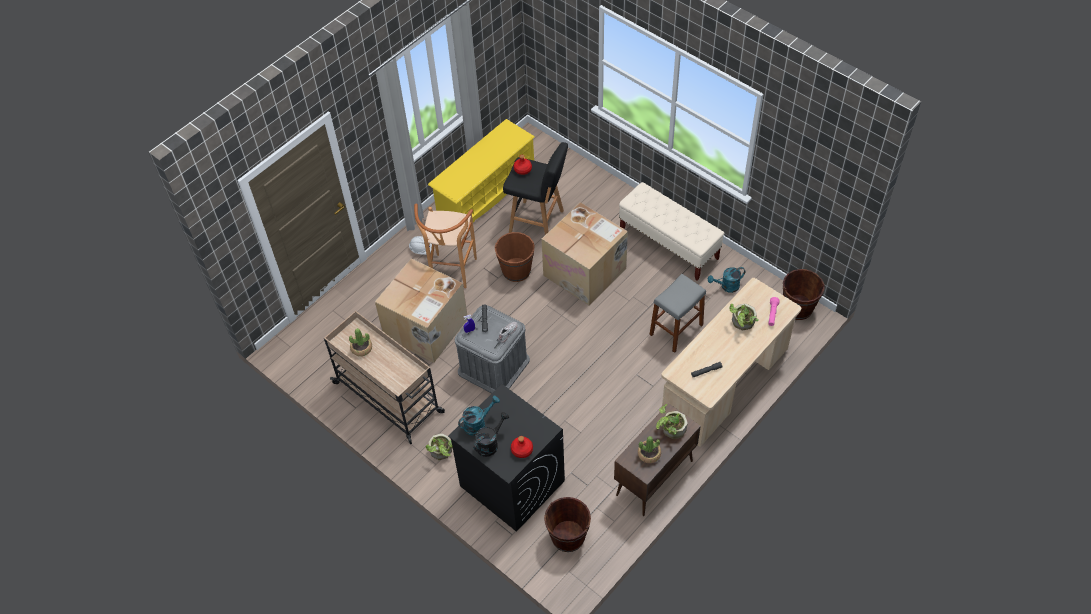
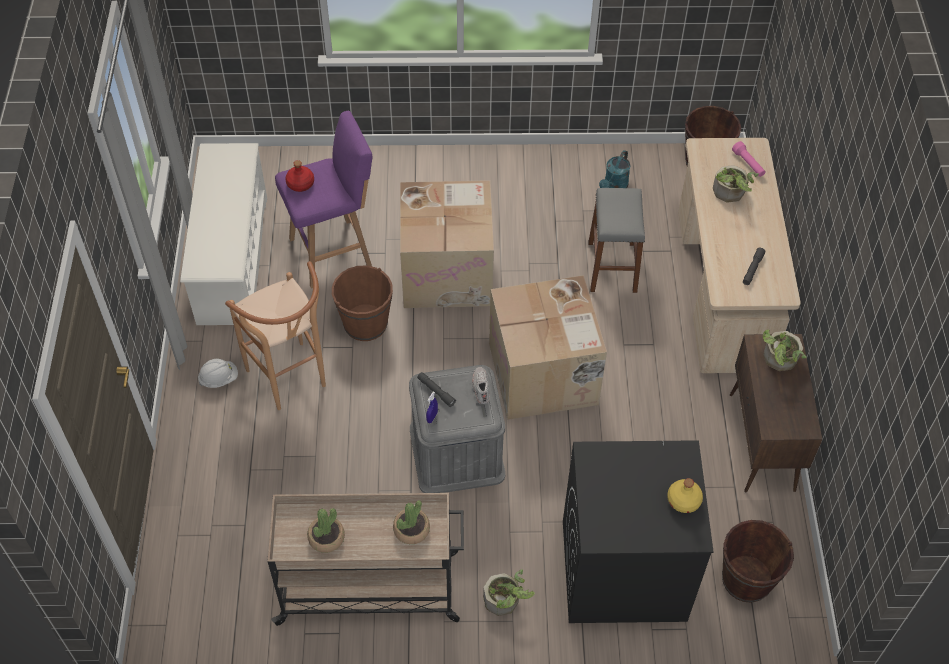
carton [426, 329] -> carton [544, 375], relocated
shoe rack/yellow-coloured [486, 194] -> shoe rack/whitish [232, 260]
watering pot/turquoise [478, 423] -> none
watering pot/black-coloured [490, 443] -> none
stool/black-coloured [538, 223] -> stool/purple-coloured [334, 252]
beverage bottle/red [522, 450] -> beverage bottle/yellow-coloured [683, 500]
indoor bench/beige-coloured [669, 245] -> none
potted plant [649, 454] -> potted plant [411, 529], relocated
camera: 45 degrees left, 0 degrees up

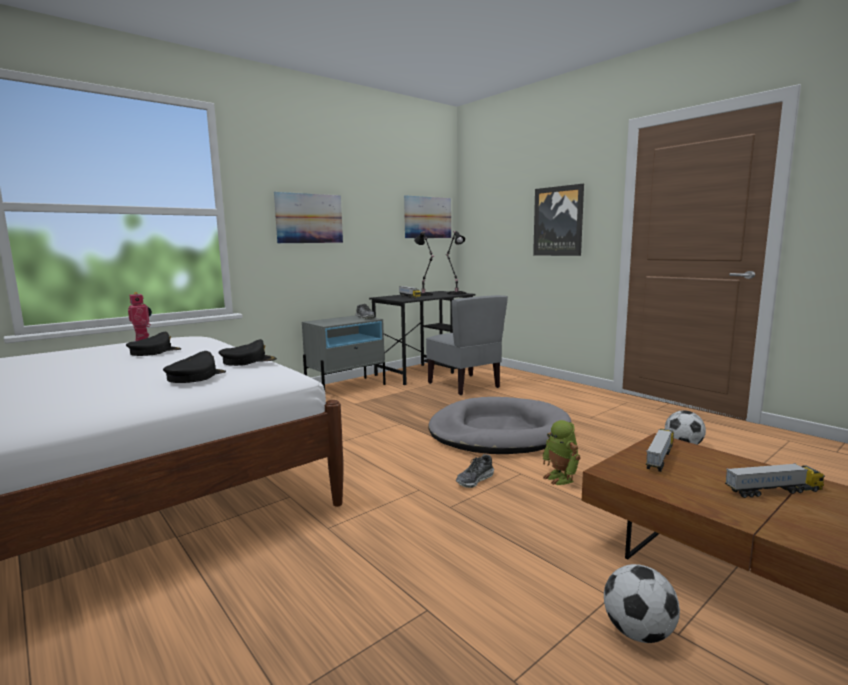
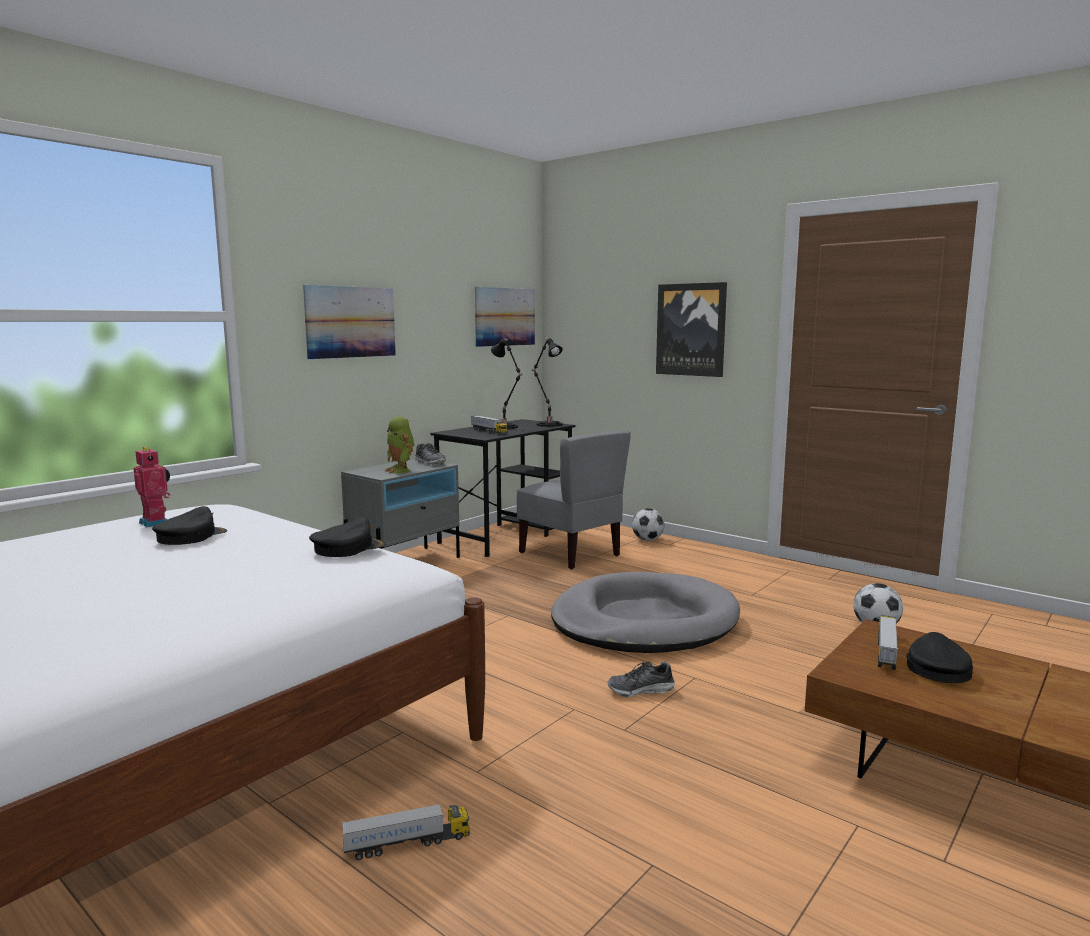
cap/black-coloured [195, 376] -> cap/black-coloured [936, 668], relocated
shoe [475, 480] -> shoe [641, 690], 45 degrees clockwise
model robot [561, 478] -> model robot [401, 470], relocated
football ball [638, 632] -> football ball [647, 540], relocated
toy lorry [773, 491] -> toy lorry [407, 844], relocated
camera: 10 degrees left, 0 degrees up

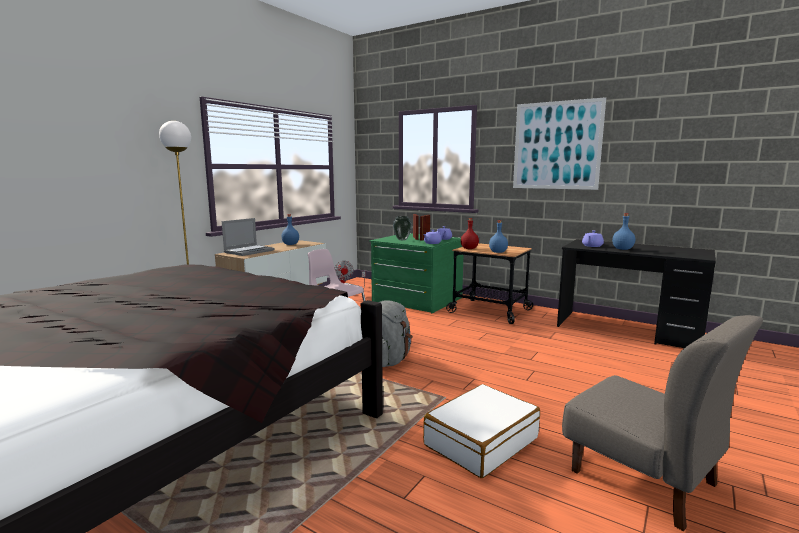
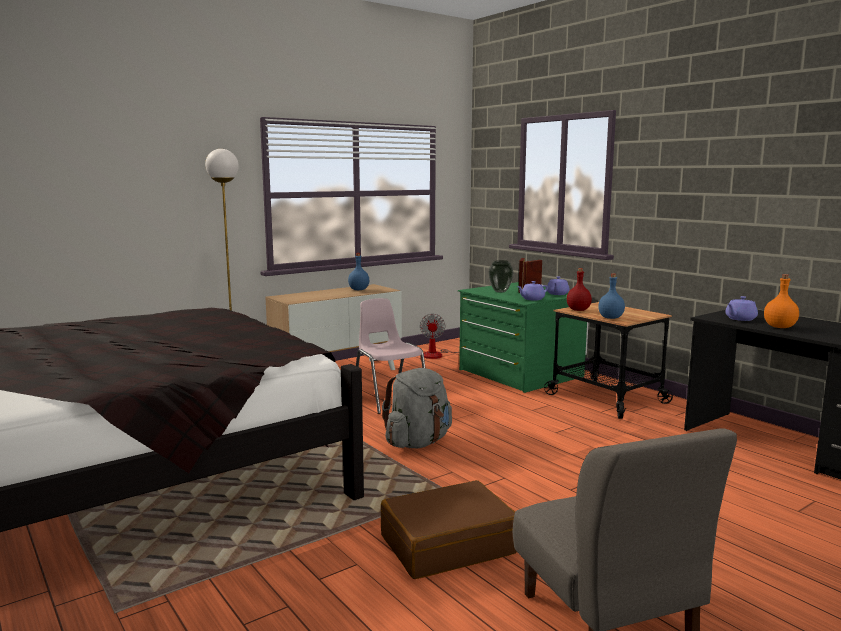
laptop [249, 251] -> none
travel case/whitish [480, 441] -> travel case/brown [447, 544]
wall picture [556, 145] -> none
beverage bottle/bluish [622, 249] -> beverage bottle/orangey [779, 327]
camera: 20 degrees right, 0 degrees up

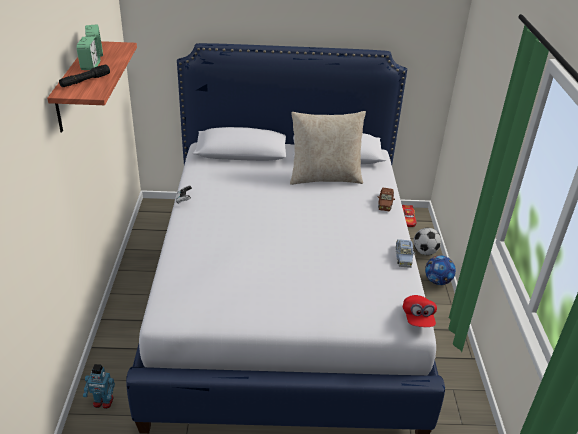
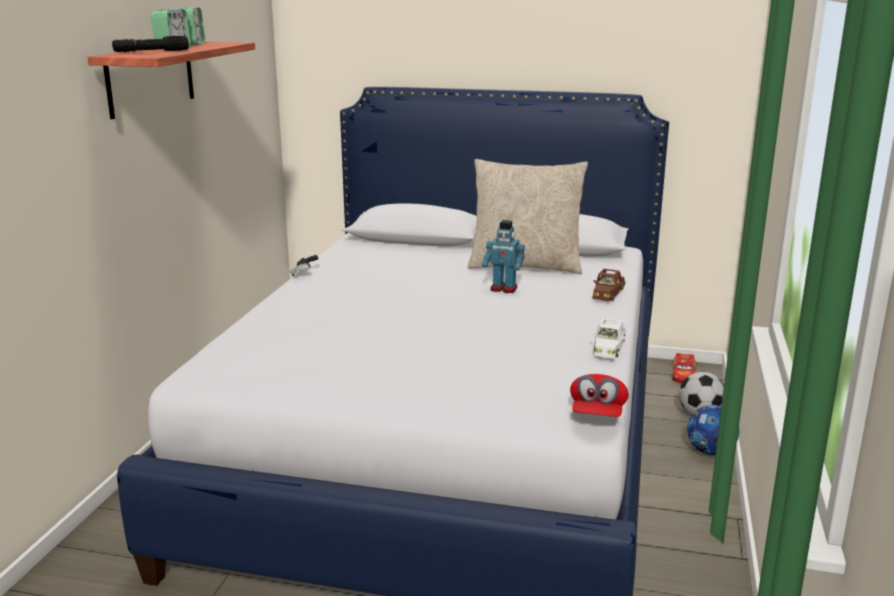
model robot [103, 402] -> model robot [503, 289], relocated
toy car/bluish [403, 256] -> toy car/whitish [608, 348]
camera: 15 degrees right, 15 degrees down

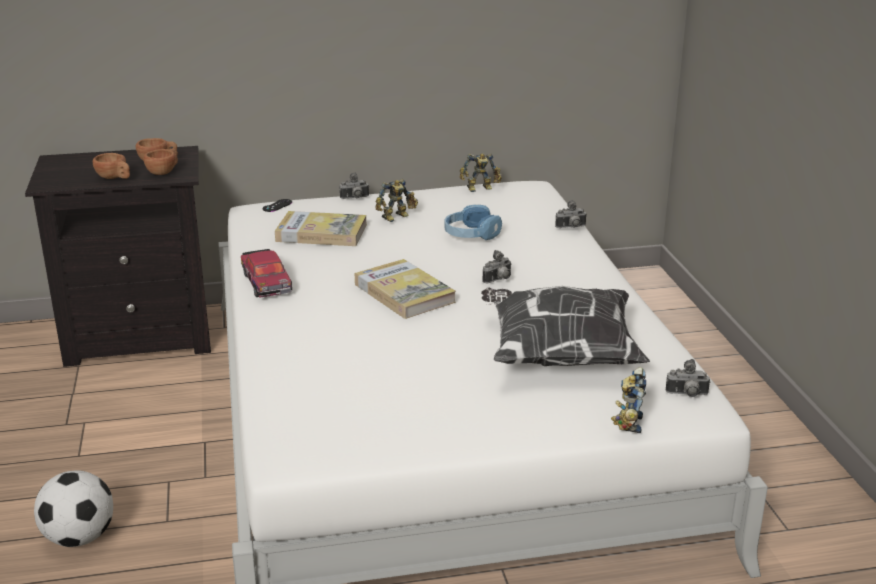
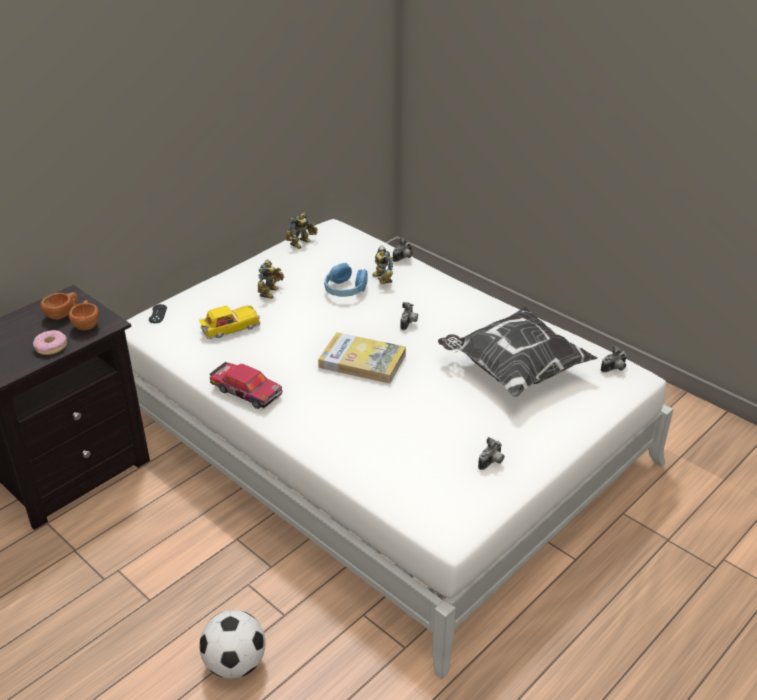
cup/brown [115, 178] -> donut [51, 347]
volume [321, 233] -> toy car [229, 328]
photo camera [355, 198] -> photo camera [492, 463], relocated
model robot [627, 423] -> model robot [381, 279], relocated
camera: 35 degrees left, 10 degrees up

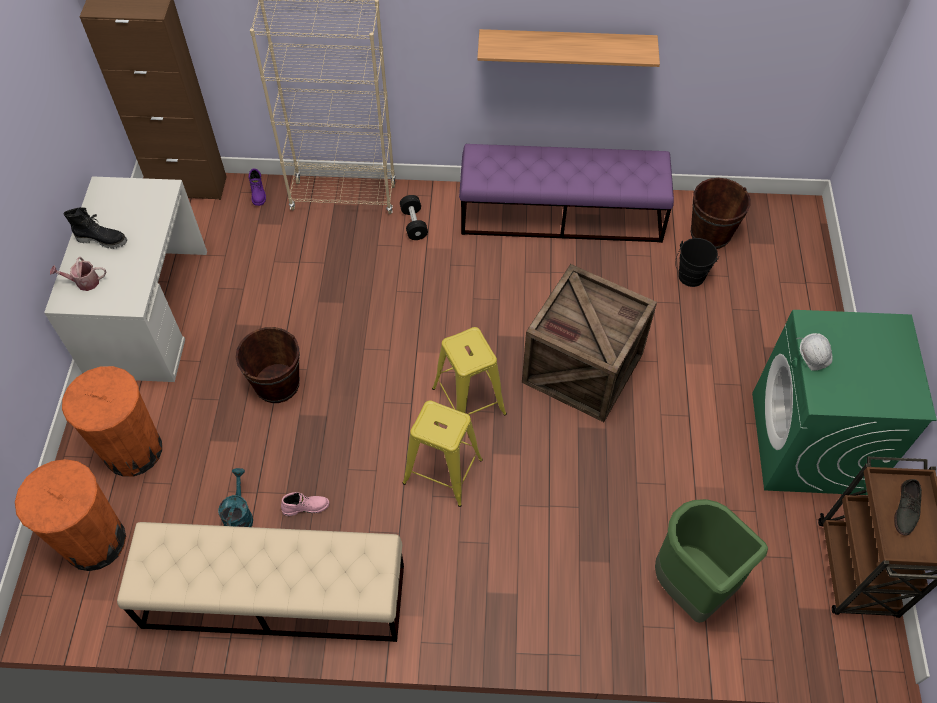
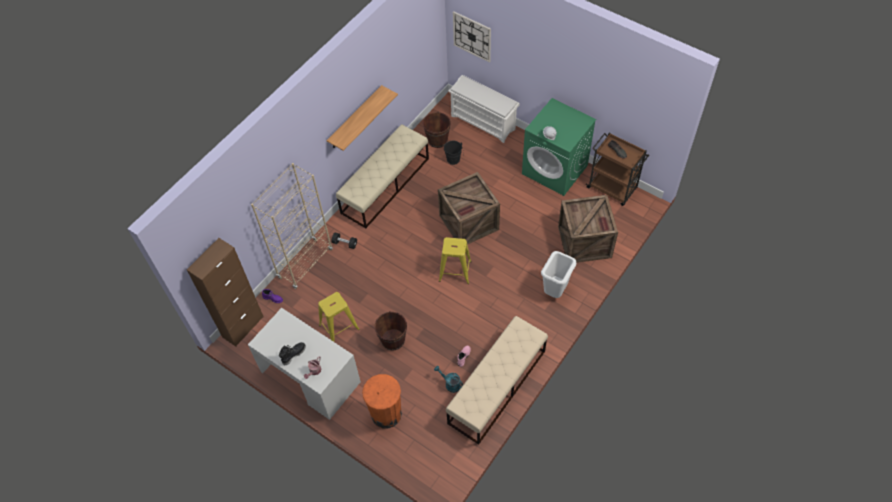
rubbish bin/orangey [95, 541] -> none
stool/yellow-coloured [442, 471] -> stool/yellow-coloured [339, 327], relocated
indoor bench/purple-coloured [562, 215] -> indoor bench/beige-coloured [385, 185]
rubbish bin/greenish [690, 586] -> shipping crate [585, 242]
none -> shoe rack/whitish [484, 122]
none -> wall clock [472, 36]
none -> rubbish bin/whitish [555, 292]
camera: 55 degrees left, 0 degrees up

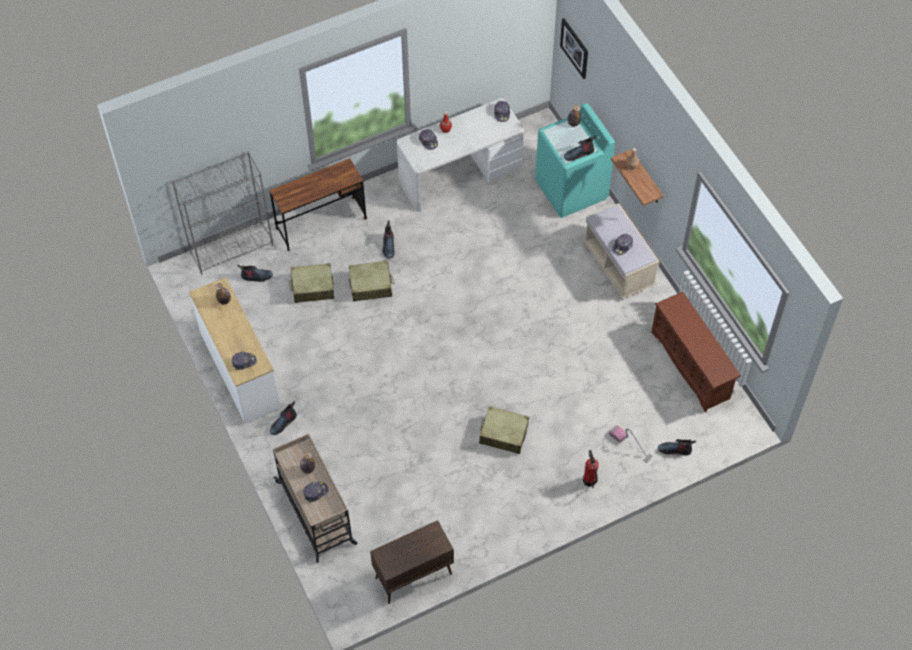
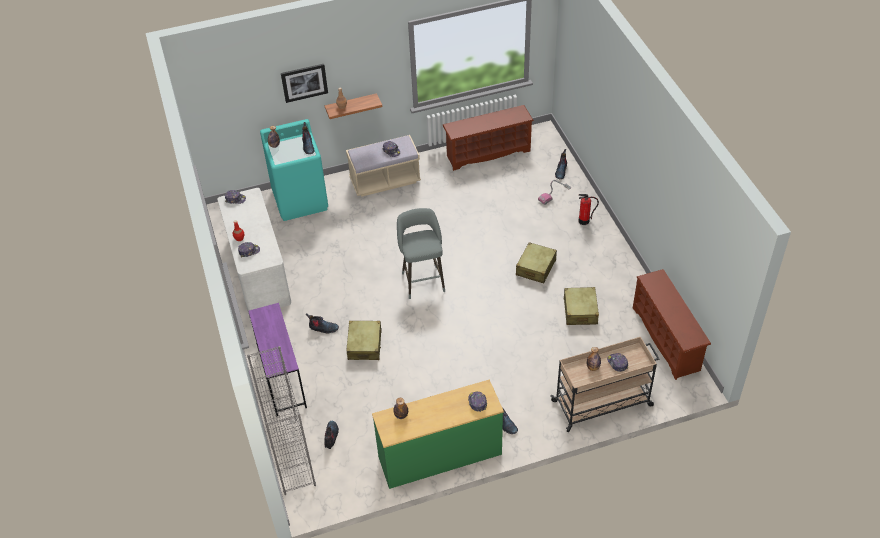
chest of drawers/whitish [239, 371] -> chest of drawers/greenish [440, 456]
desk table/brown [321, 223] -> desk table/purple-coloured [282, 378]
travel case/beige-coloured [312, 287] -> travel case/beige-coloured [580, 311], relocated
storage cabinet/brown [413, 576] -> shoe rack/brown [667, 339]
wall picture [575, 48] -> wall picture [304, 82], relocated
none -> stool/grey [422, 280]
camera: 80 degrees left, 10 degrees down

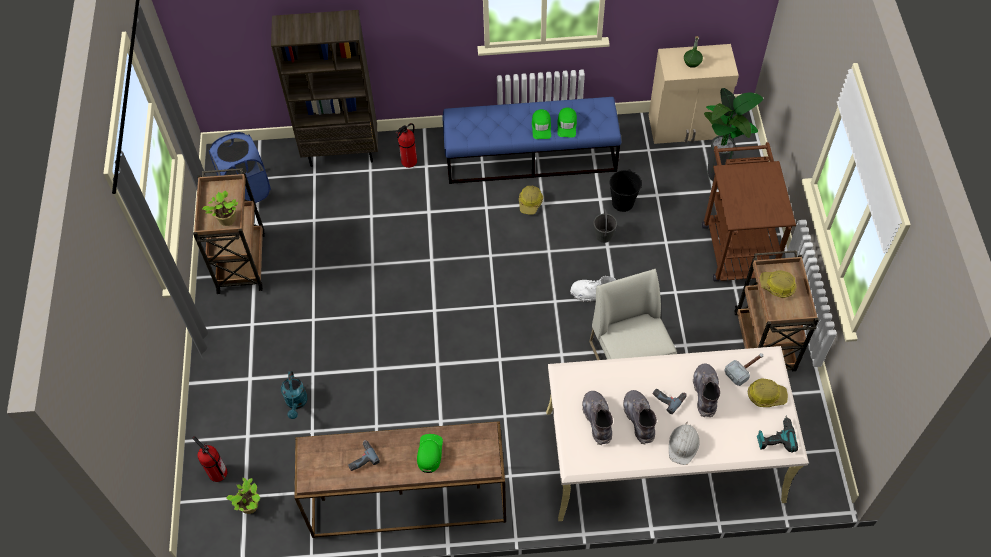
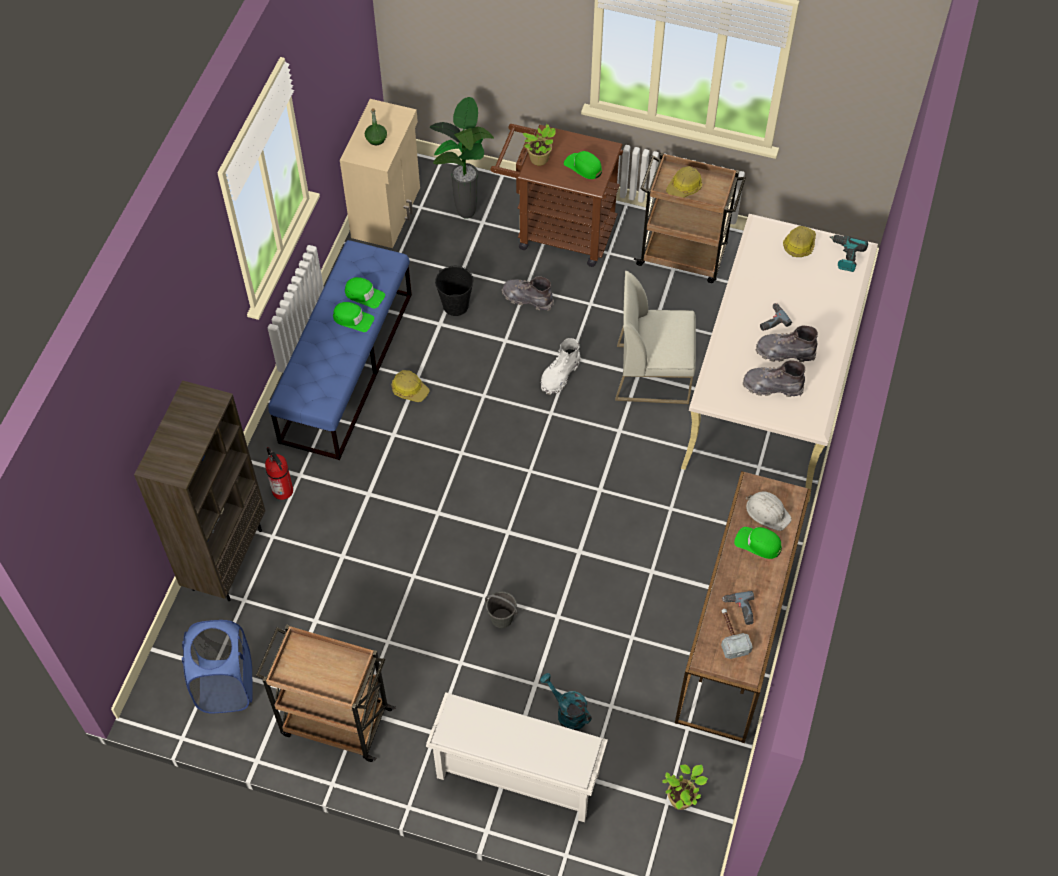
fire-fighting cylinder [217, 472] -> none
potted plant [226, 220] -> potted plant [540, 160], relocated
watering pot/turquoise [296, 403] -> watering pot/turquoise [567, 712], 150 degrees counterclockwise
pail/grey [603, 236] -> pail/grey [502, 618], relocated
safety helmet/whitish [683, 444] -> safety helmet/whitish [767, 512], relocated
boot/grey [705, 392] -> boot/grey [527, 298], relocated
hammer [745, 369] -> hammer [730, 635], relocated
none -> shoe rack/whitish [516, 776]
none -> cap/greenish [583, 167]
camera: 70 degrees left, 0 degrees up

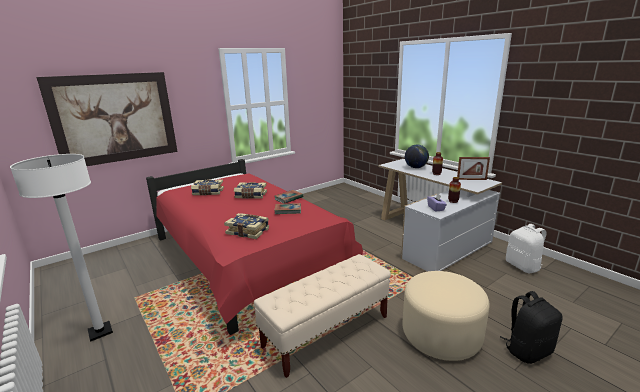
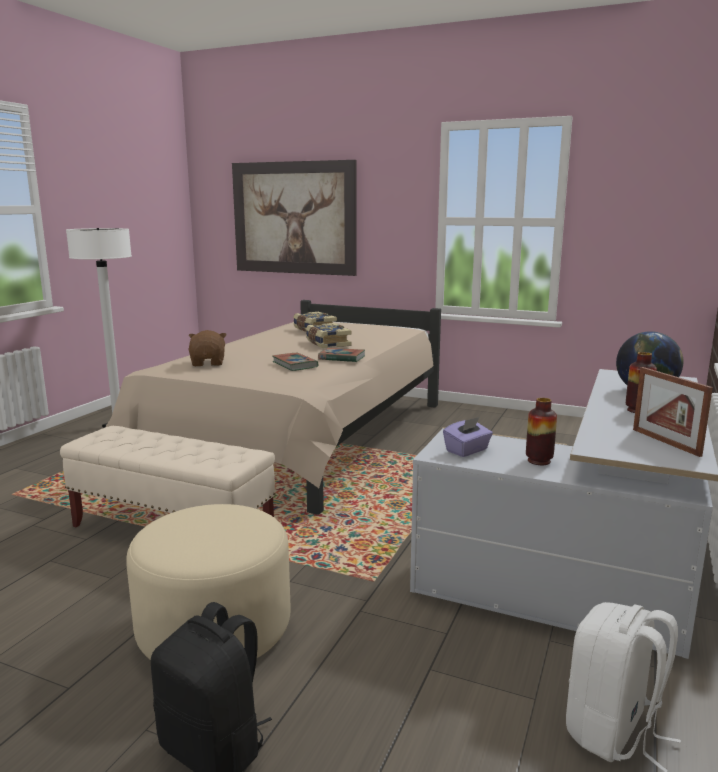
bed/red [245, 260] -> bed/beige-coloured [304, 440]
volume [248, 231] -> soft toy/brown [208, 363]
camera: 60 degrees right, 5 degrees down

